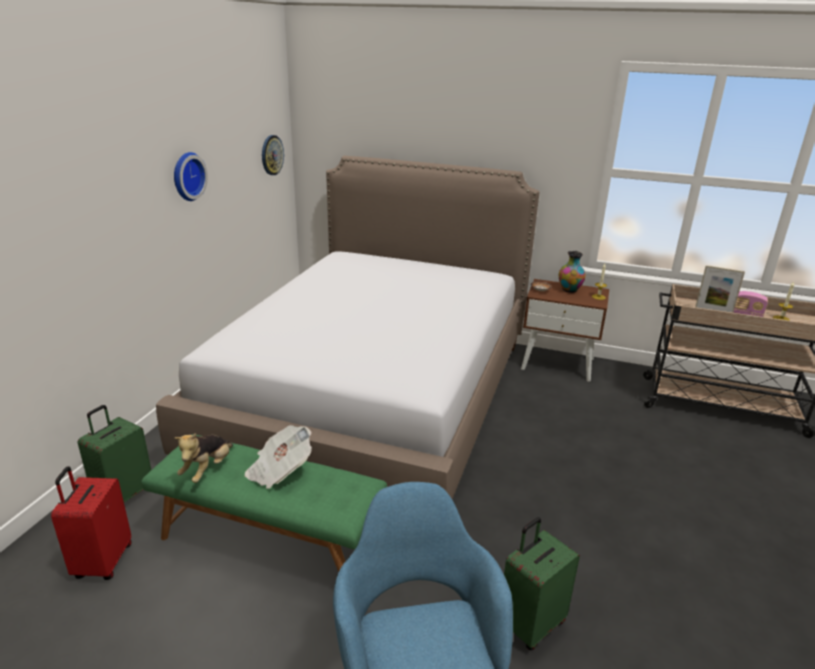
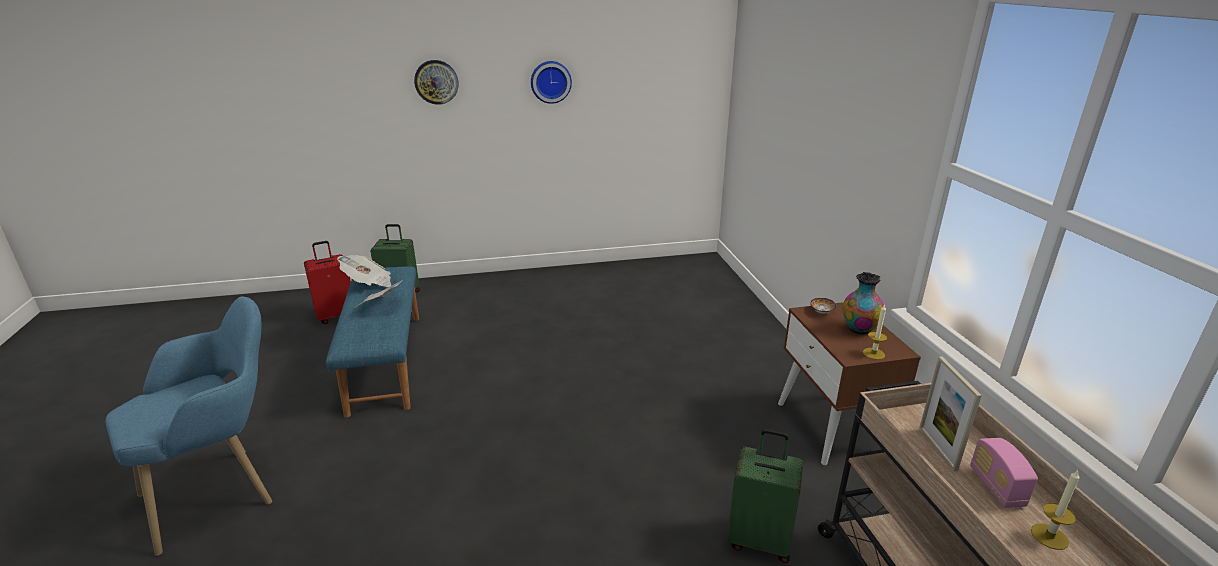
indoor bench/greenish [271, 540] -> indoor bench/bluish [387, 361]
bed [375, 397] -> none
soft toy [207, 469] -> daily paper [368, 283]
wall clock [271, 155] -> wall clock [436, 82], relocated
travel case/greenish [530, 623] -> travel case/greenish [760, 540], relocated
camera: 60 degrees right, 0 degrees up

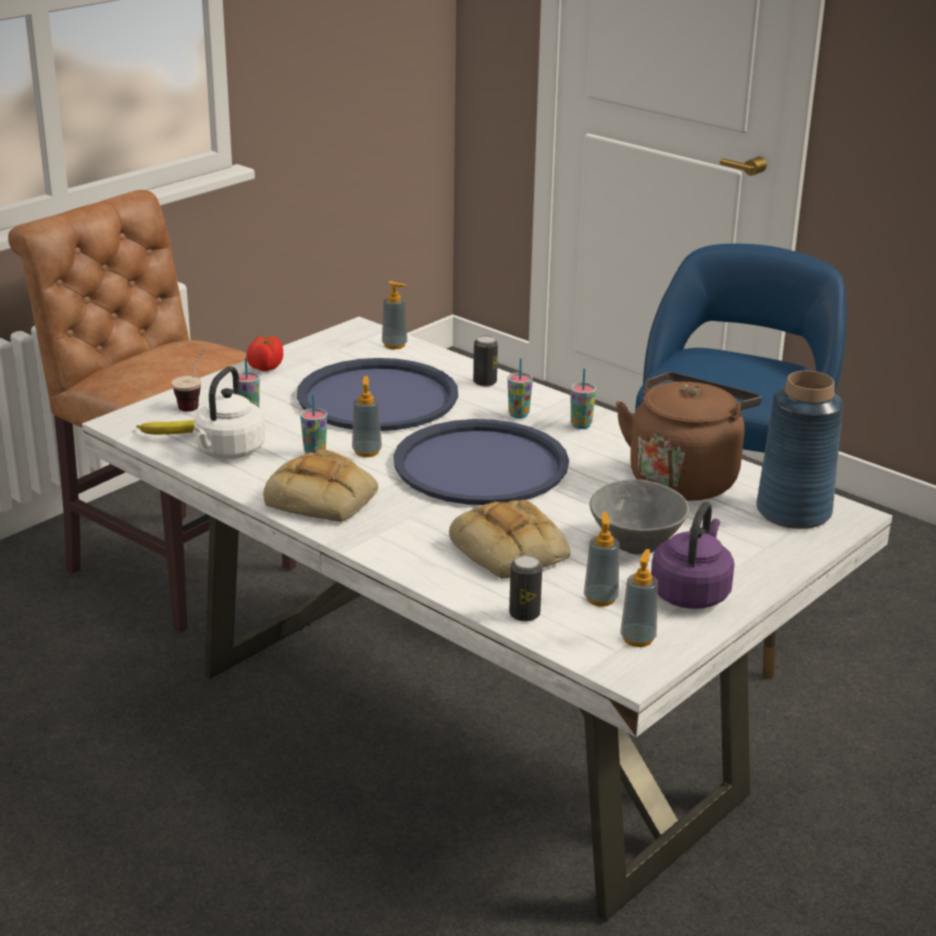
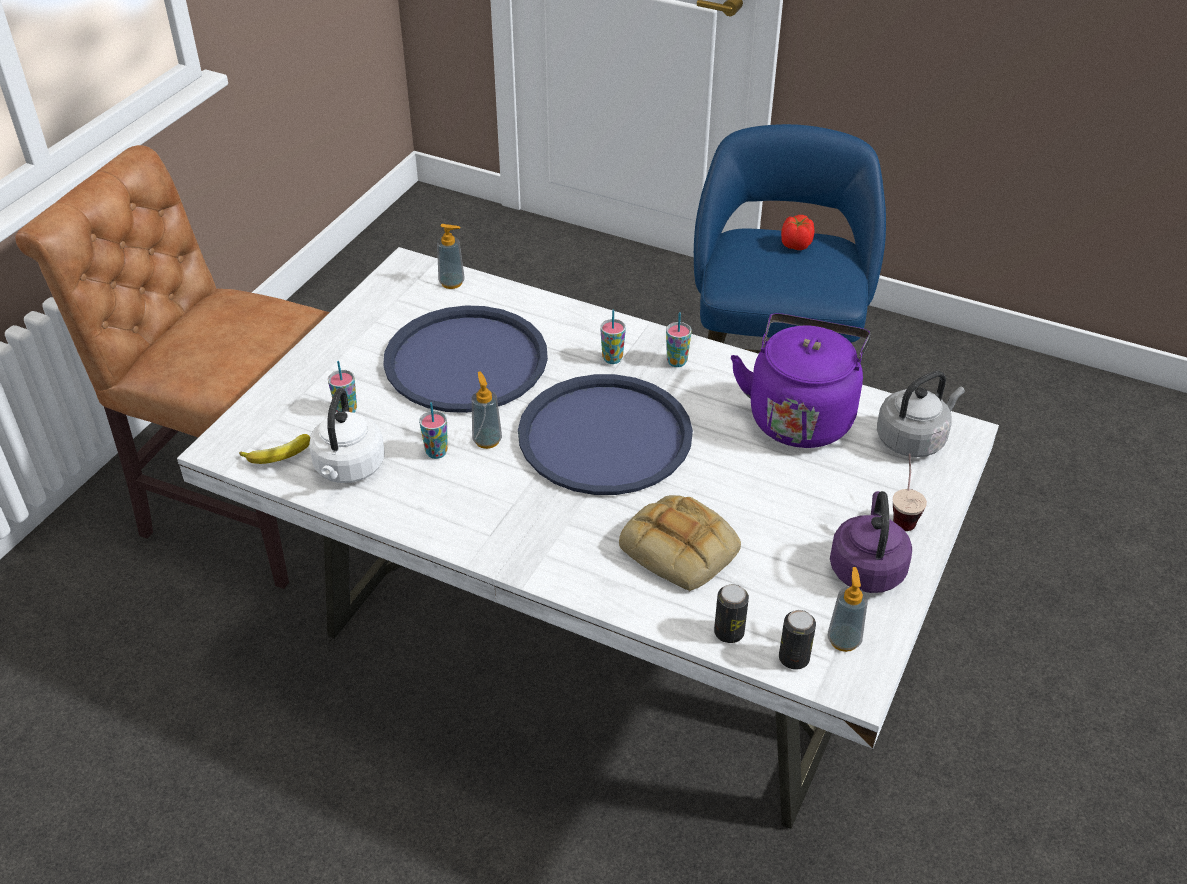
cup [194, 403] -> cup [903, 514], relocated
fresh tomato [265, 367] -> fresh tomato [795, 245], relocated
baked bread [324, 498] -> none
sealed can [485, 382] -> sealed can [793, 658], relocated
soap bottle [600, 599] -> none
serving bowl/grey [633, 544] -> none
kettle/brown [685, 479] -> kettle/purple-coloured [800, 415]
decorative vase/bluish [793, 511] -> kettle/grey [913, 439]
camera: 15 degrees left, 15 degrees up

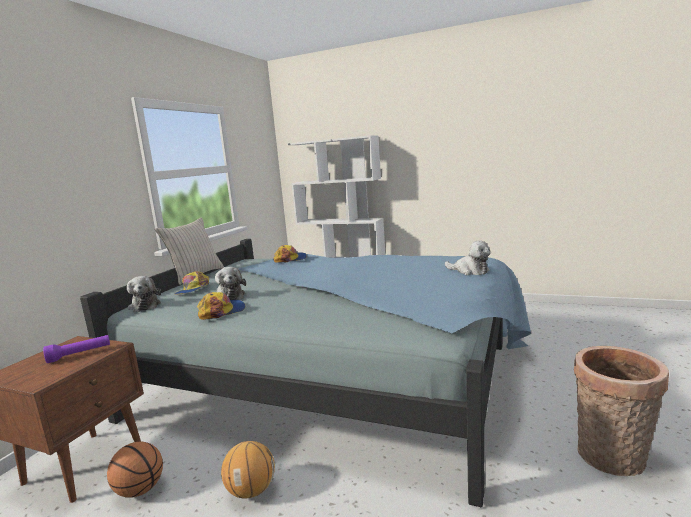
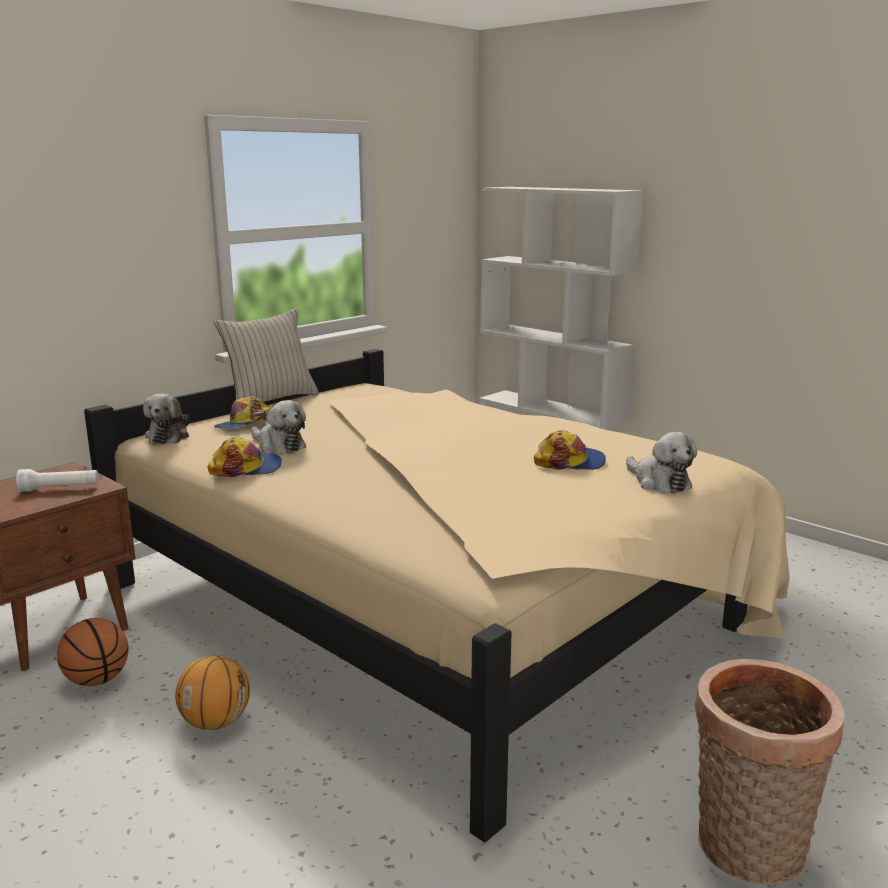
torch/purple-coloured [80, 354] -> torch/whitish [60, 489]
bed/bluish [339, 375] -> bed/beige-coloured [437, 603]
soft toy [229, 296] -> soft toy [278, 445], 45 degrees counterclockwise
cap [290, 259] -> cap [570, 462], relocated
camera: 20 degrees right, 5 degrees up

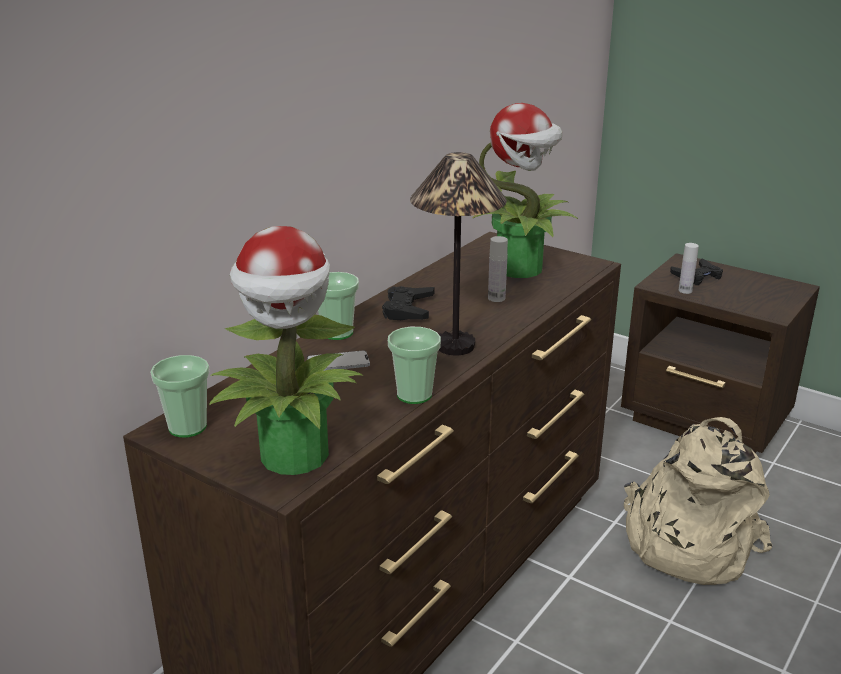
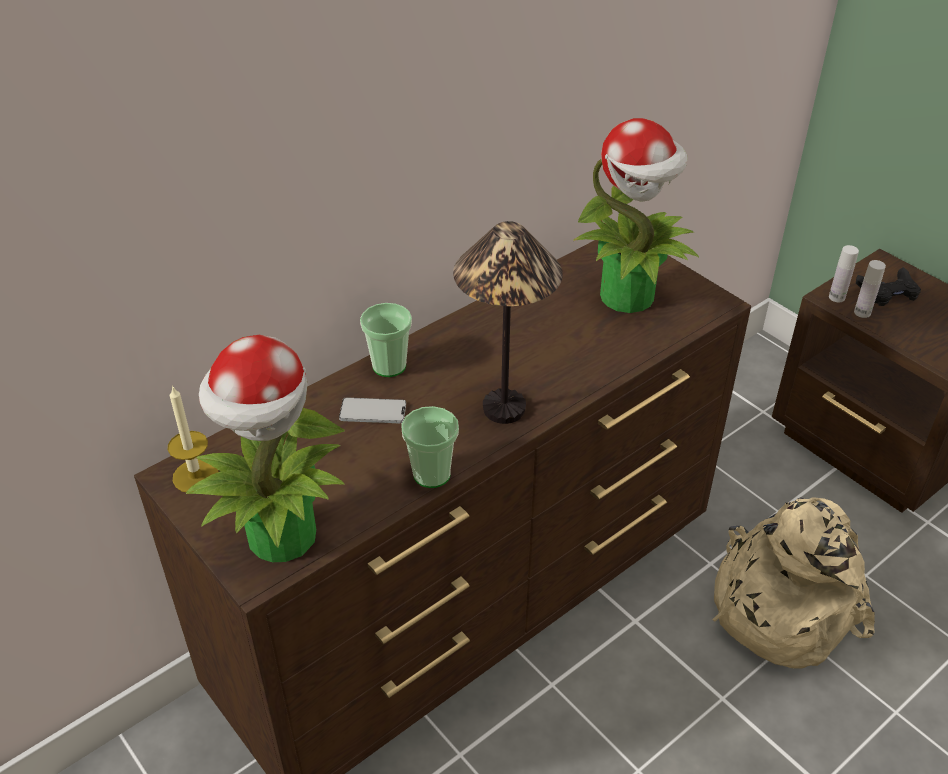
cup [187, 427] -> wax candle [195, 476]
gamepad/black-coloured [408, 309] -> none
beverage bottle/whitish [496, 298] -> beverage bottle/whitish [836, 297], relocated
camera: 15 degrees right, 15 degrees up

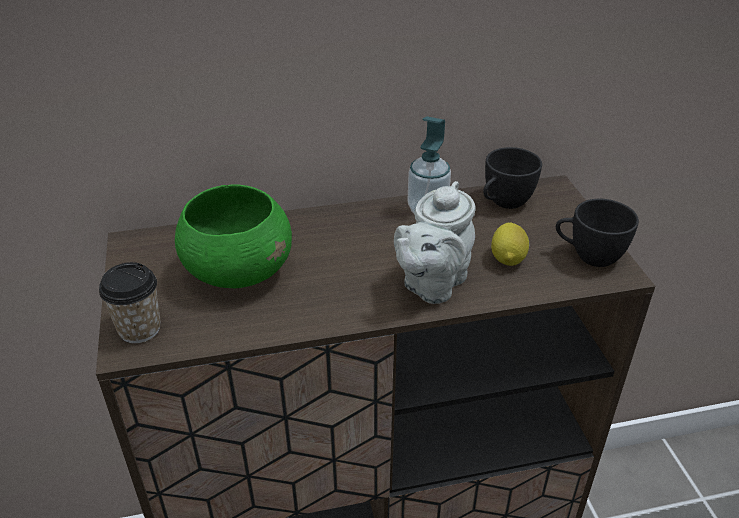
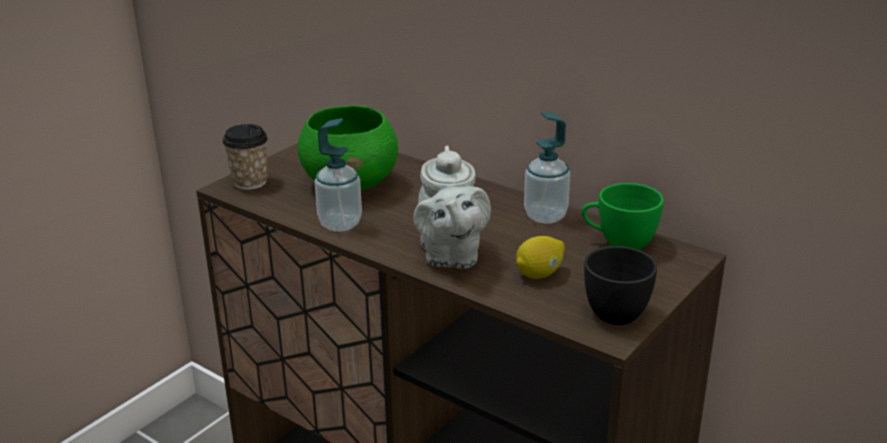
teapot/grey [431, 284] -> teapot/grey [450, 256], 90 degrees counterclockwise
cup/black-coloured [503, 203] -> cup/greenish [618, 243]
none -> soap bottle [340, 224]
camera: 50 degrees right, 10 degrees down

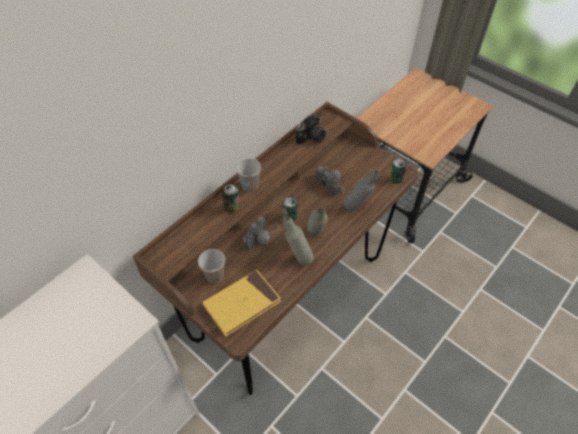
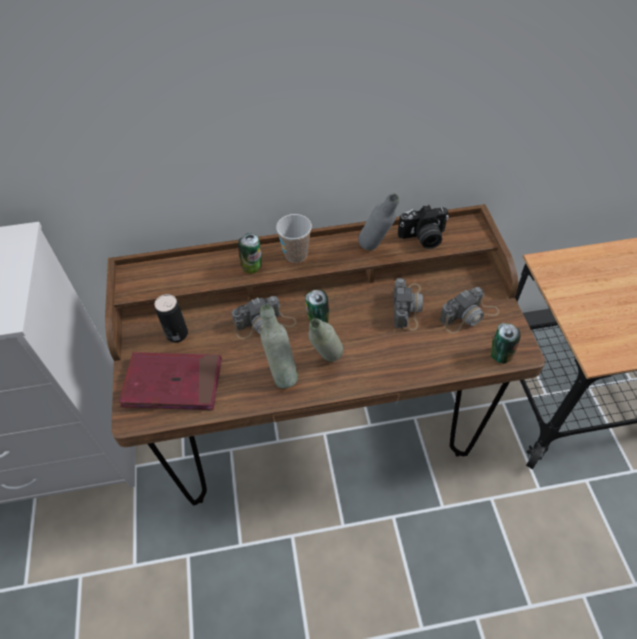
cup [215, 276] -> sealed can [177, 334]
volume/yellow-coloured [242, 304] -> volume/red [173, 383]
beverage bottle/grey [357, 208] -> beverage bottle/grey [375, 250], relocated
none -> photo camera [468, 315]
camera: 40 degrees right, 0 degrees up

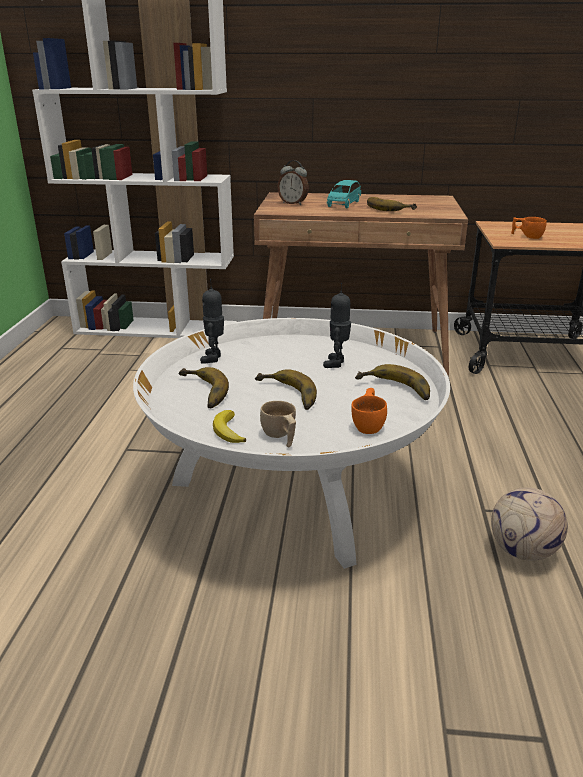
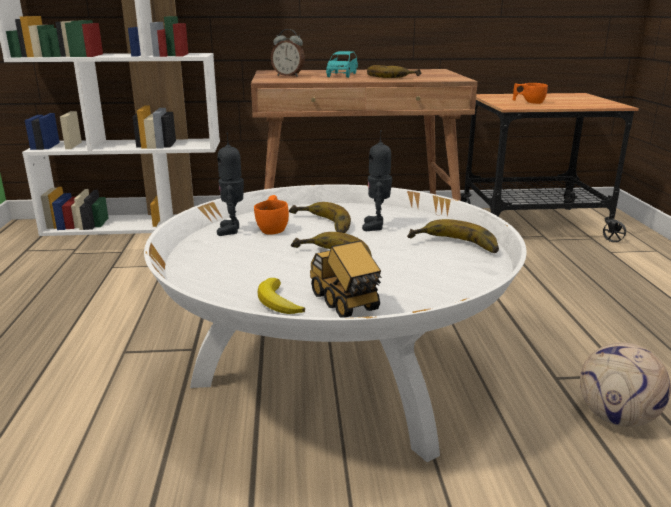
whole banana [200, 392] -> whole banana [319, 225], relocated
cup/beige-coloured [280, 437] -> toy lorry [345, 303]
cup/orangey [369, 424] -> cup/orangey [274, 228], relocated
camera: 10 degrees left, 5 degrees down

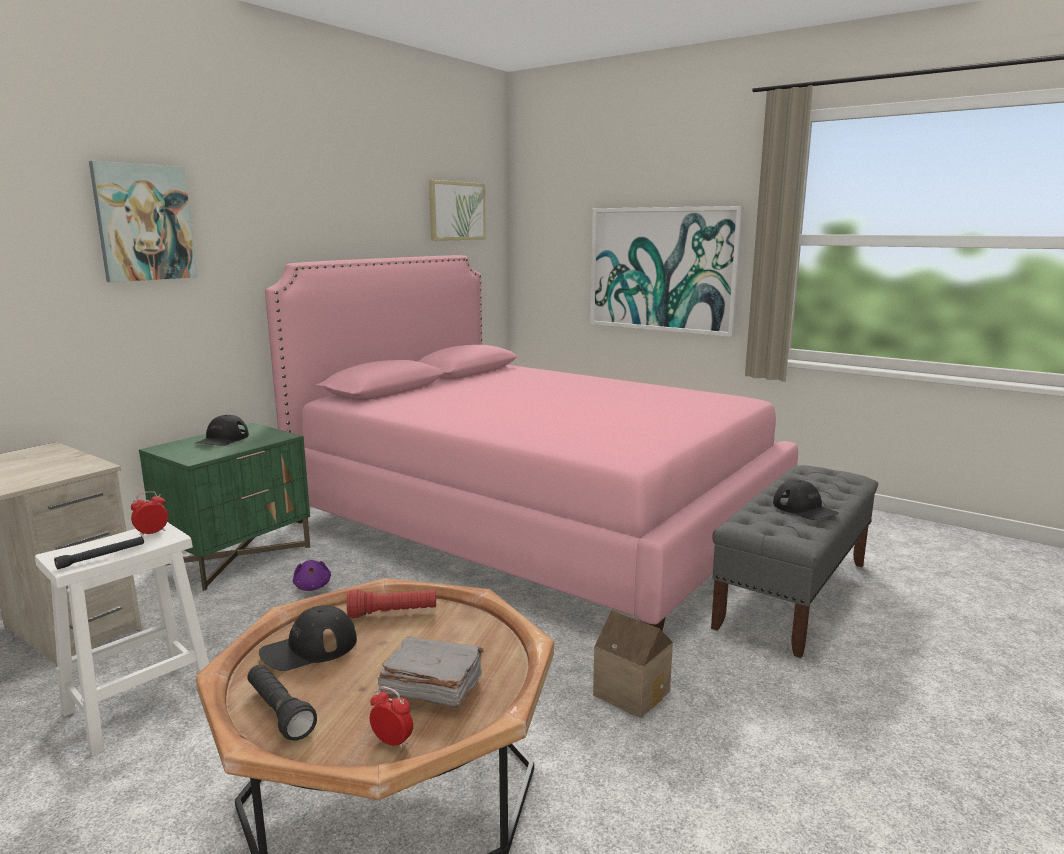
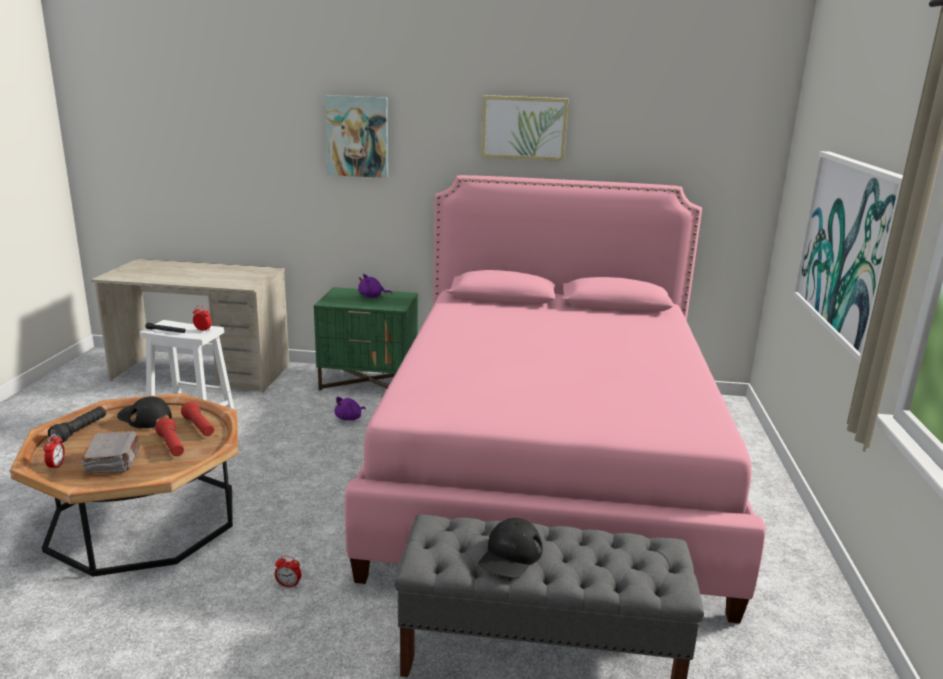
cap/black-coloured [222, 439] -> soft toy/purple-coloured [372, 297]
wall picture [457, 211] -> wall picture [524, 128], relocated
toy house [633, 691] -> table clock [288, 585]
none -> torch/red [172, 446]
camera: 60 degrees right, 5 degrees up

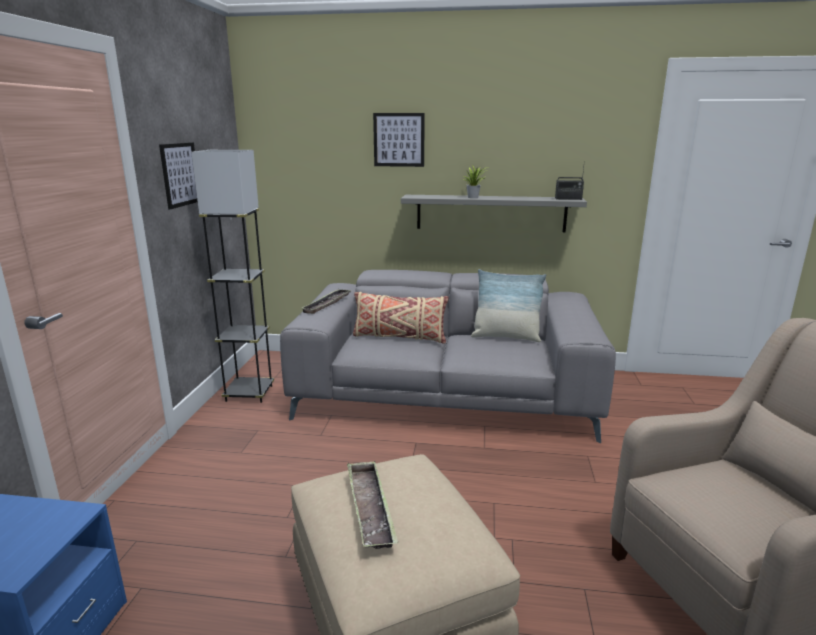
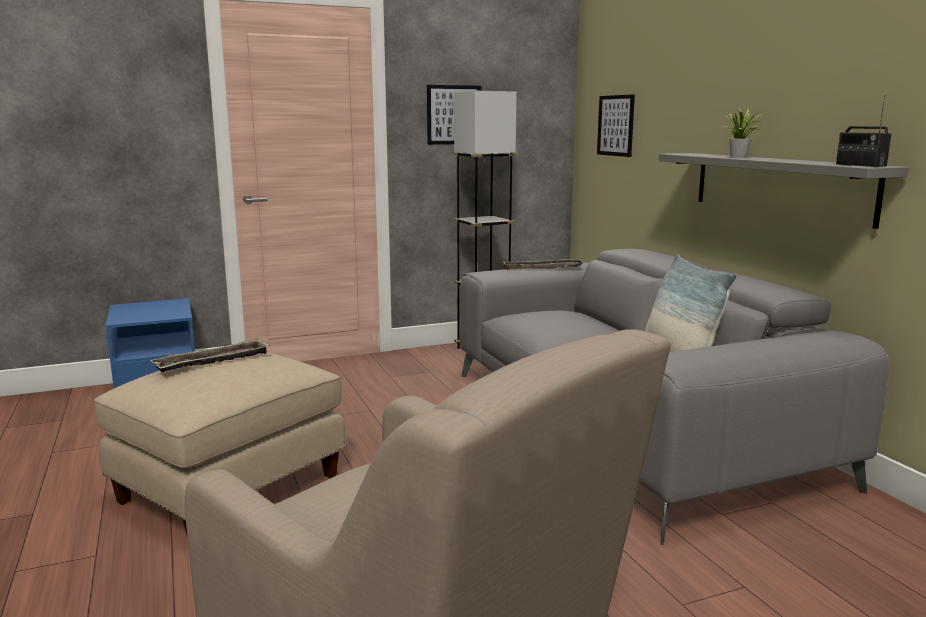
cushion/beige-coloured [399, 337] -> none
wall picture [399, 140] -> wall picture [616, 125], relocated
camera: 60 degrees right, 5 degrees down

